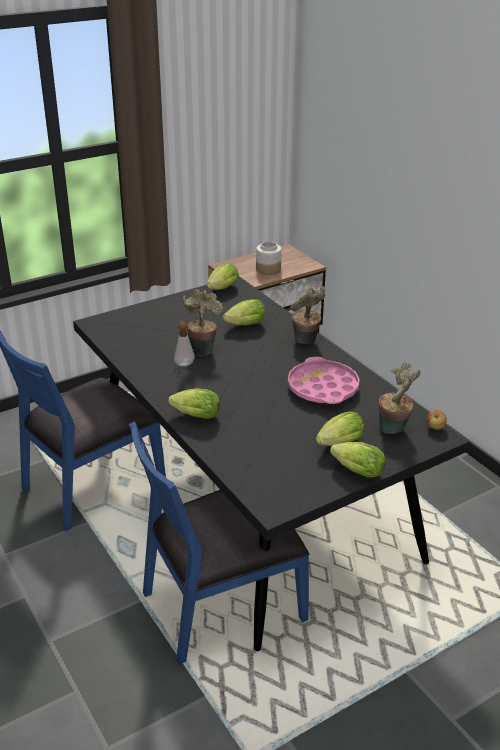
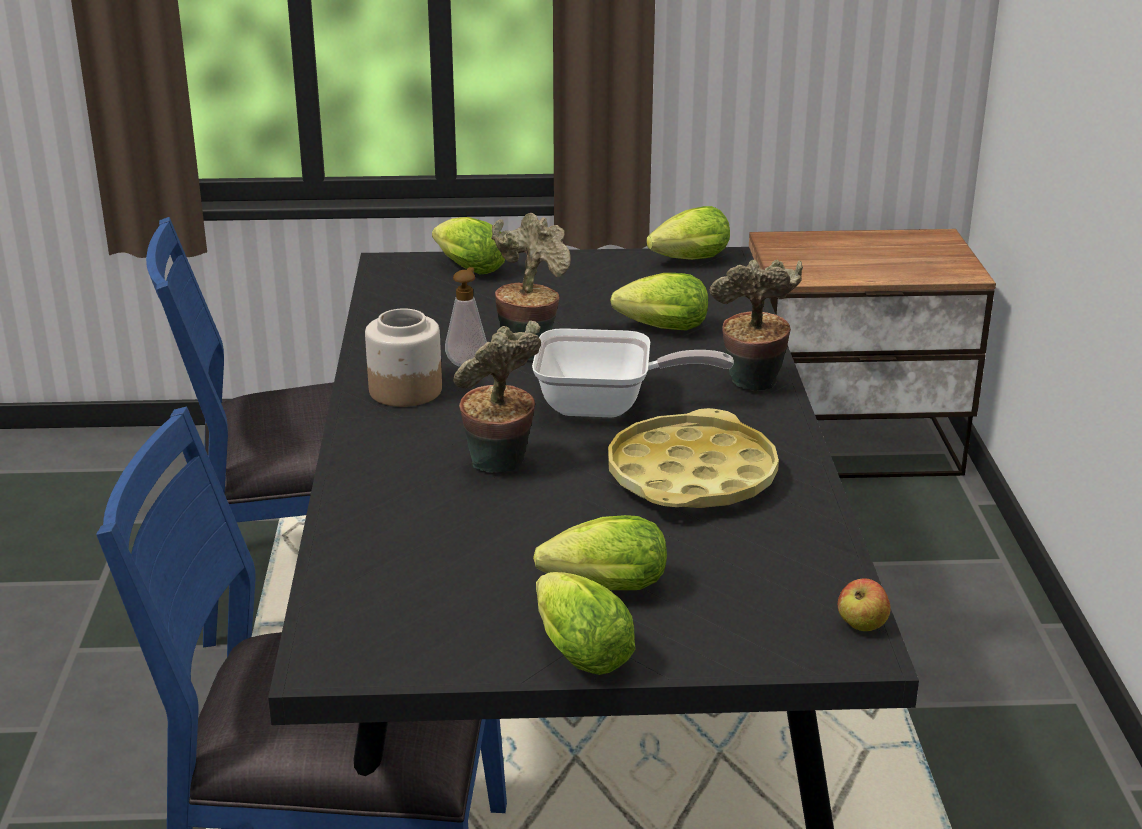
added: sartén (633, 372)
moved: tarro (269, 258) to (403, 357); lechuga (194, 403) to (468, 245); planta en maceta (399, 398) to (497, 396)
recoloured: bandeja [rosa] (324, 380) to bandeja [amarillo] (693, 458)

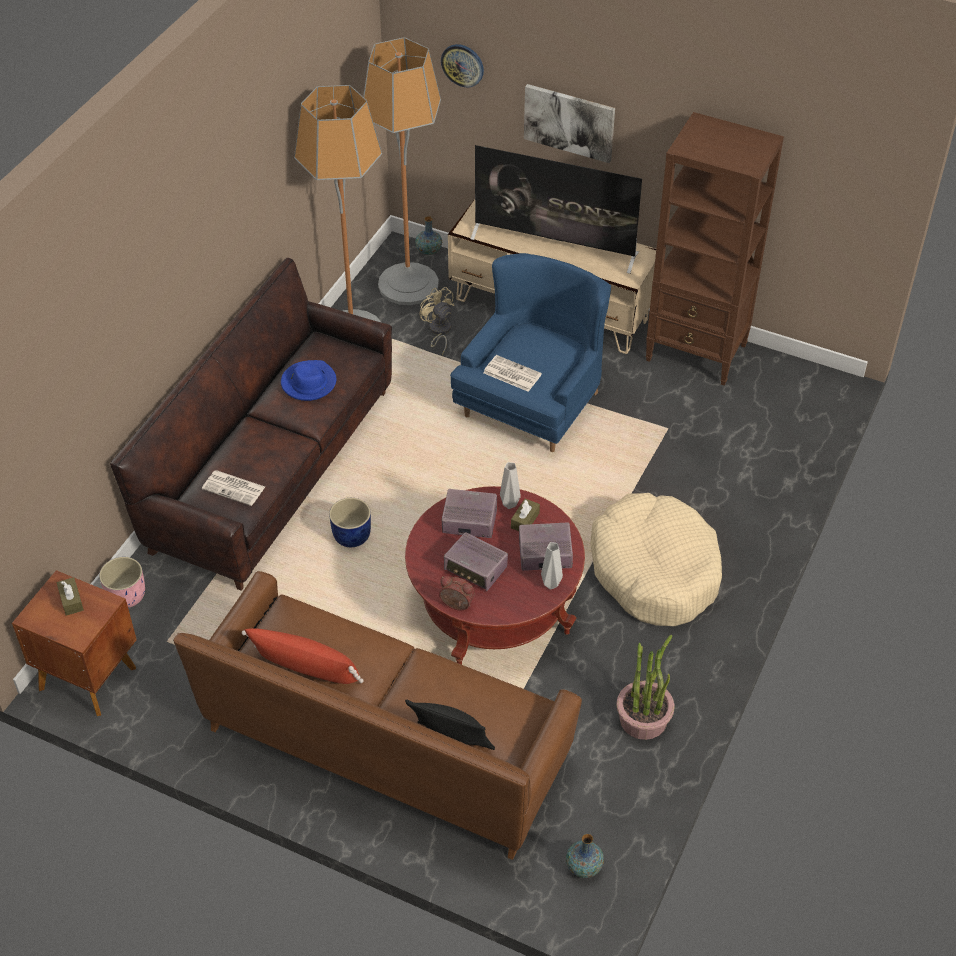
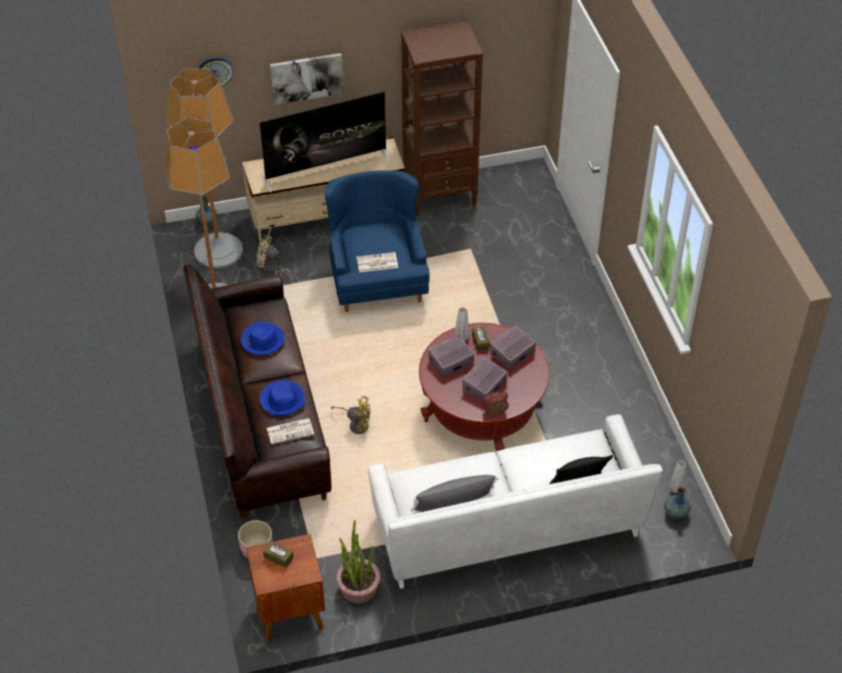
removed: cama para perro [beis] (656, 559)
added: sombrero [azul] (282, 398)
moved: planta en maceta (645, 687) to (358, 562); florero [gris] (552, 565) to (677, 476)
replaced: maceta [azul] (350, 522) to ventilador [amarillo] (351, 415)
recoloured: sofá [marrón] (377, 715) to sofá [blanco] (515, 502); cojín [rojo] (303, 656) to cojín [gris] (455, 493)
turned: radio (476, 561) = (485, 379) 135 degrees clockwise

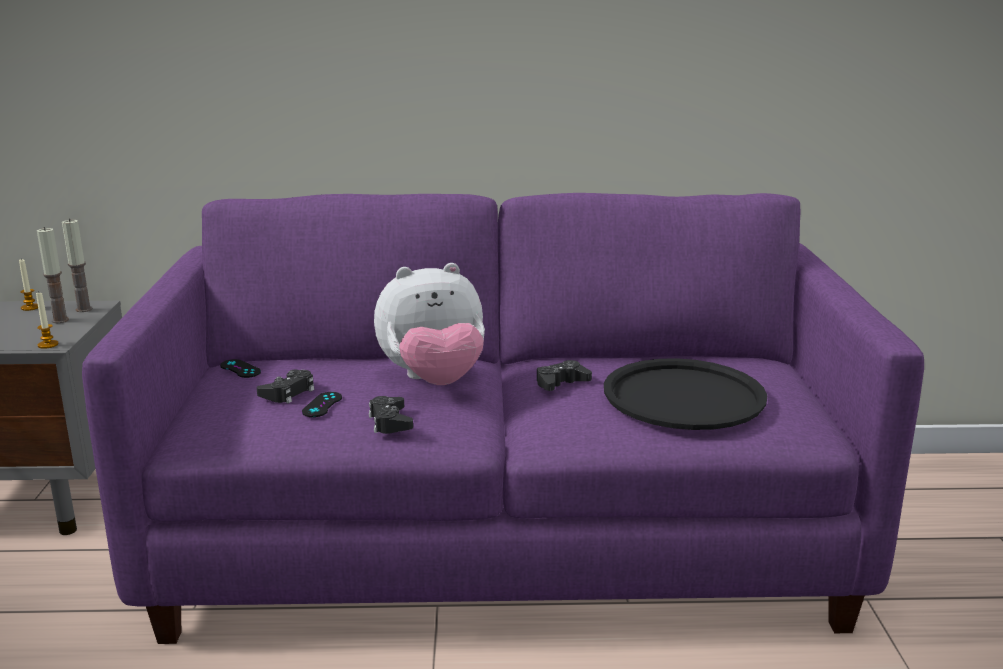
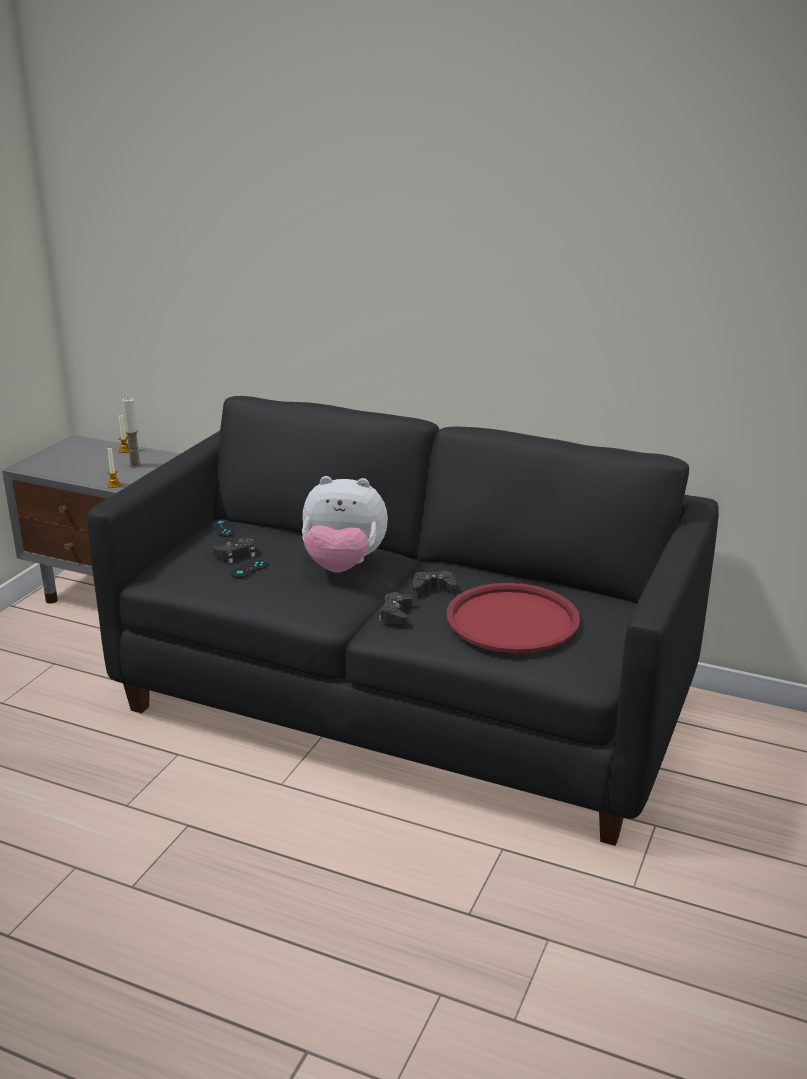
removed: vela (77, 265)
moved: mando de consola [negro] (391, 415) to (396, 608)
recoloured: sofá [morado] (503, 418) to sofá [negro] (403, 621); bandeja [negro] (686, 394) to bandeja [rojo] (513, 618)

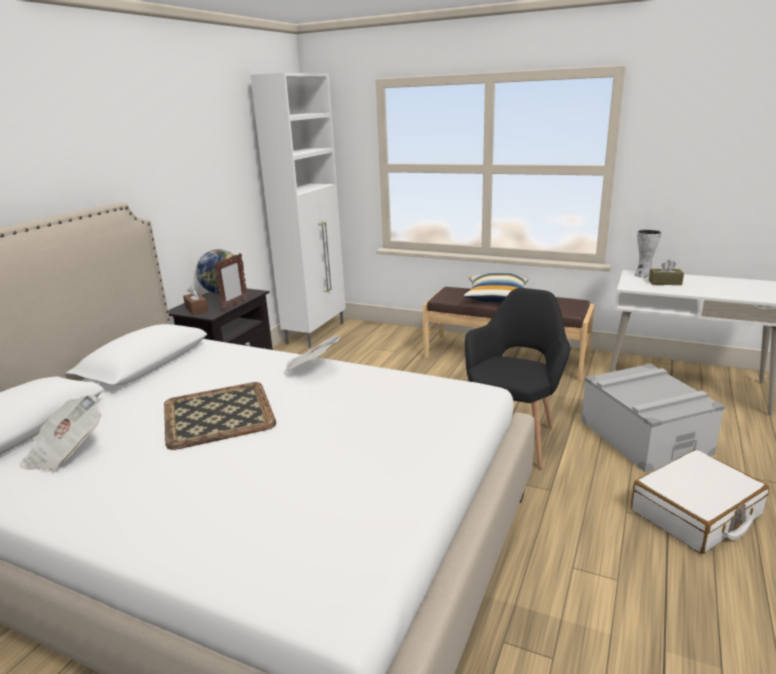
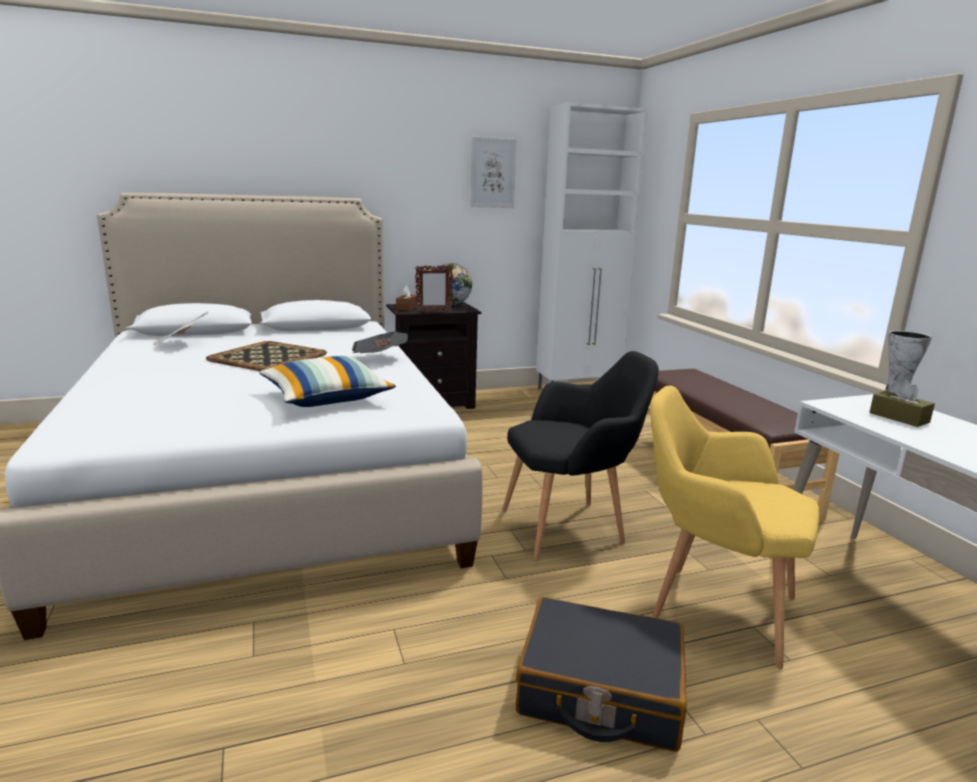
added: cuadro (493, 172)
moved: cojín (496, 287) to (327, 381)
replaced: caja de almacenaje [gris] (653, 418) to sillón [amarillo] (735, 527)
recoloured: maleta [blanco] (700, 501) to maleta [negro] (601, 674)

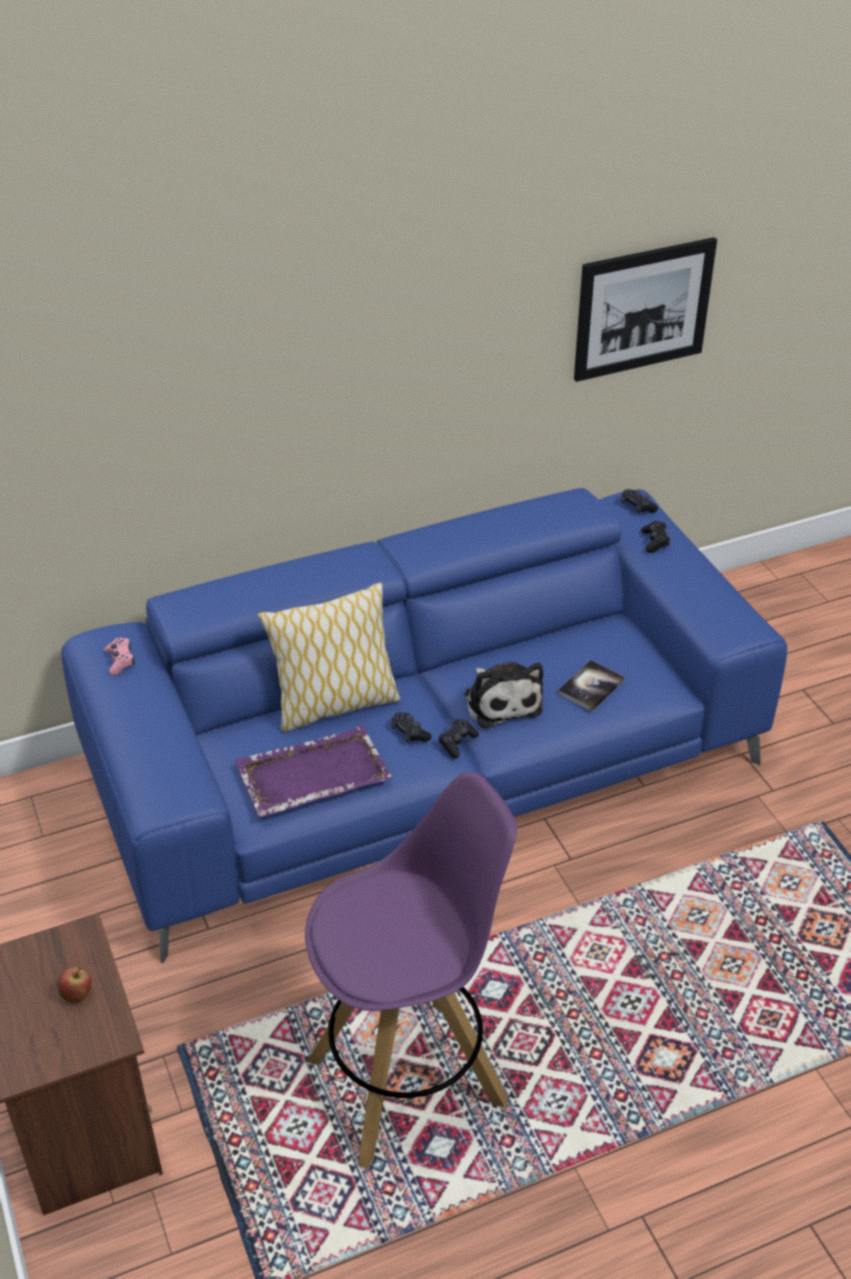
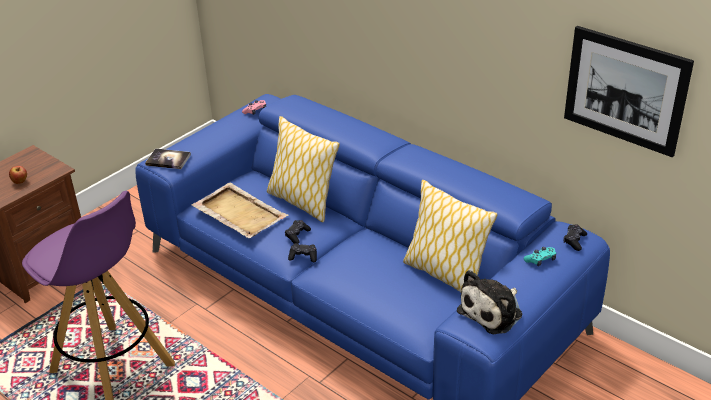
added: cojín (450, 236)
moved: libro (591, 686) to (168, 158); peluche (503, 695) to (489, 302)
recoloured: bandeja [morado] (313, 771) to bandeja [beis] (239, 210); mando de consola [negro] (655, 537) to mando de consola [turquesa] (540, 256)

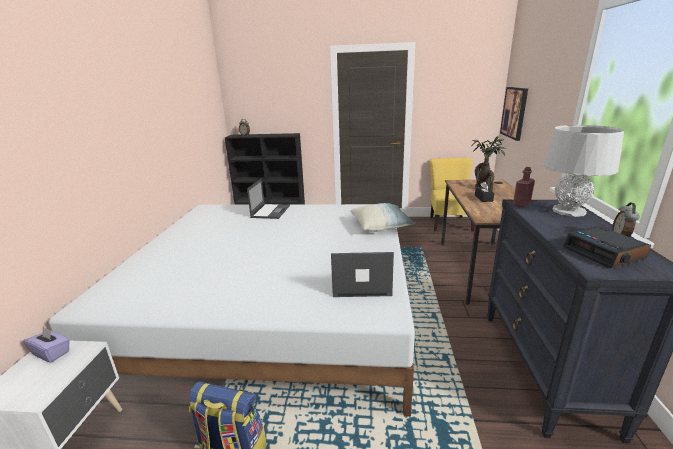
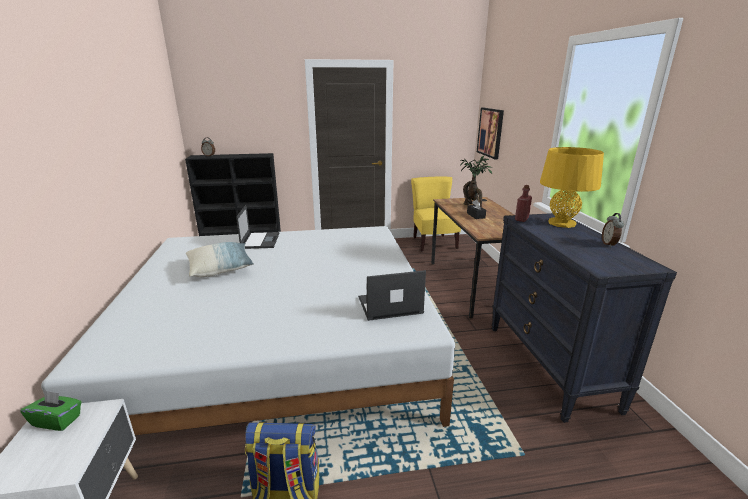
removed: despertador (607, 247)
moved: cojín (382, 217) to (220, 259)
recoloured: caja de pañuelos [morado] (46, 345) to caja de pañuelos [verde] (50, 410); lámpara de mesa [gris] (583, 171) to lámpara de mesa [amarillo] (572, 187)

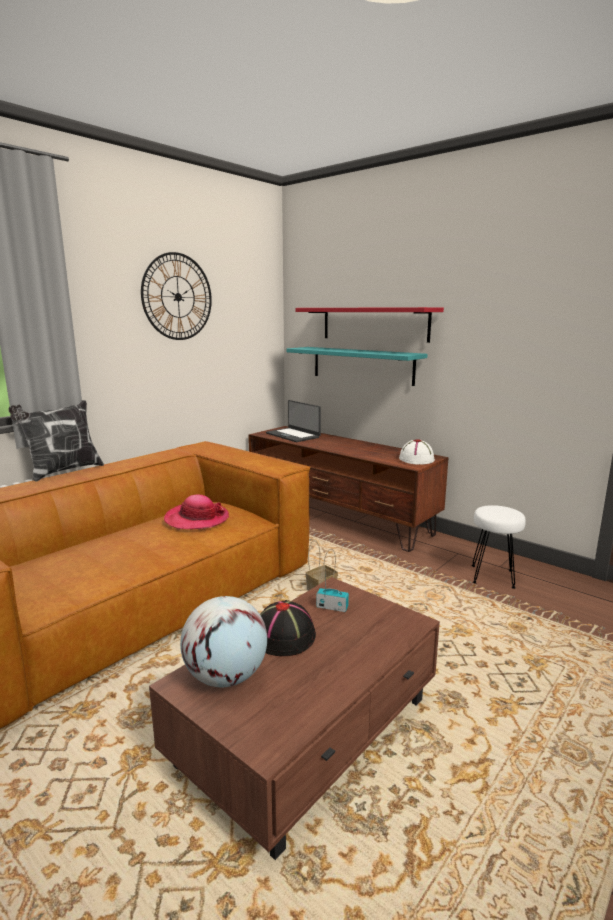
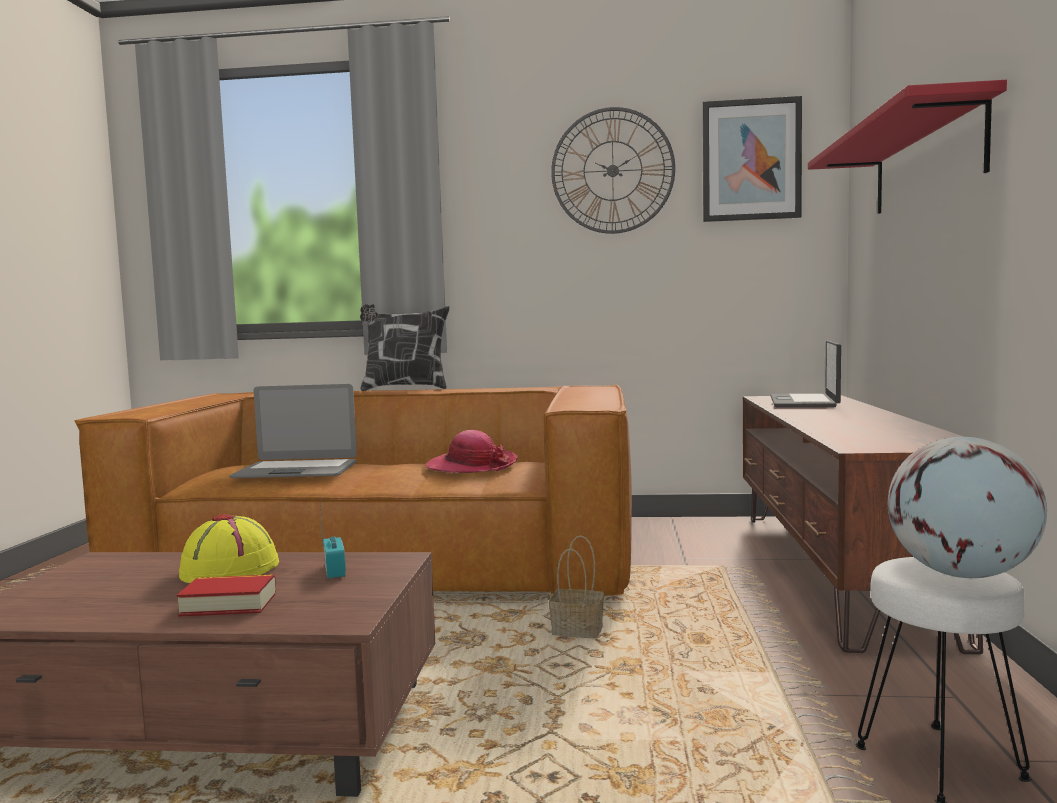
removed: estante [turquesa] (357, 366); sombrero [blanco] (417, 452)
added: libro (226, 595); portátil (293, 431); cuadro (752, 159)
moved: globo terráqueo (223, 641) to (967, 507)
recoloured: sombrero [negro] (288, 628) to sombrero [amarillo] (229, 548)

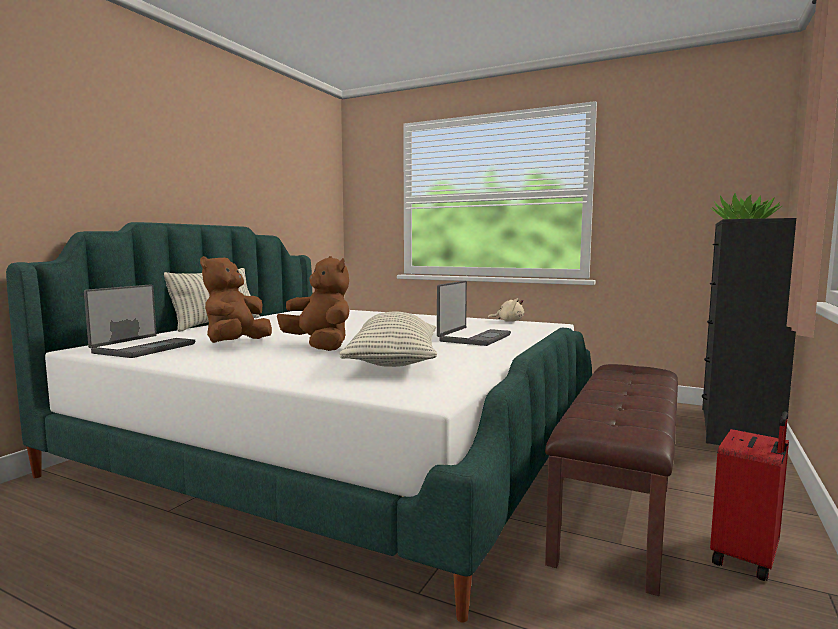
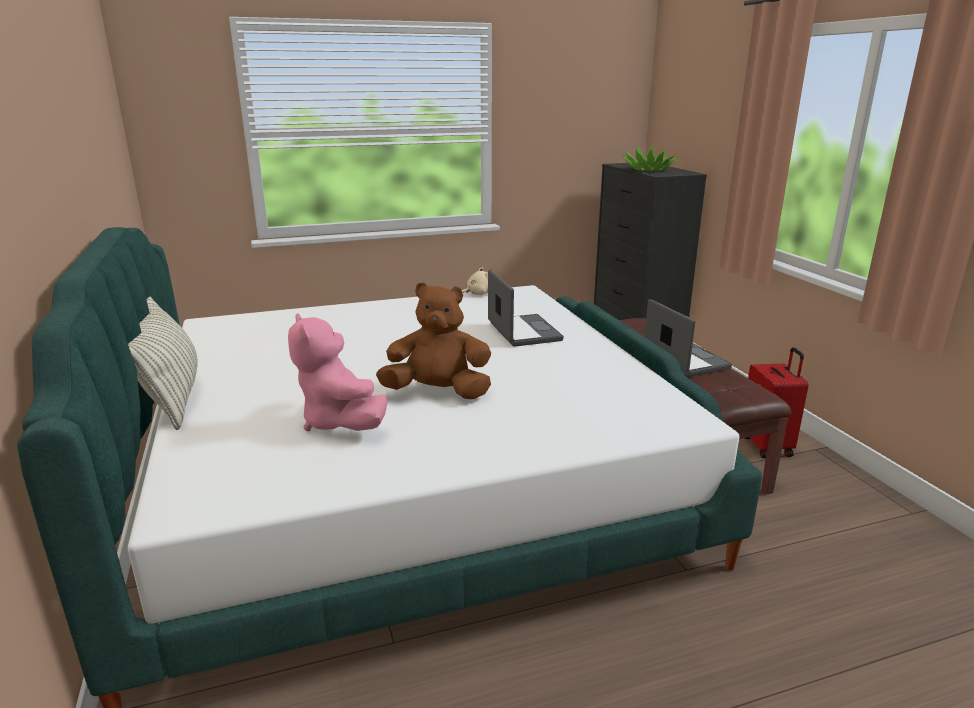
removed: cojín (388, 339)
moved: portátil (139, 321) to (688, 338)
recoloured: peluche [marrón] (236, 299) to peluche [rosa] (337, 372)

